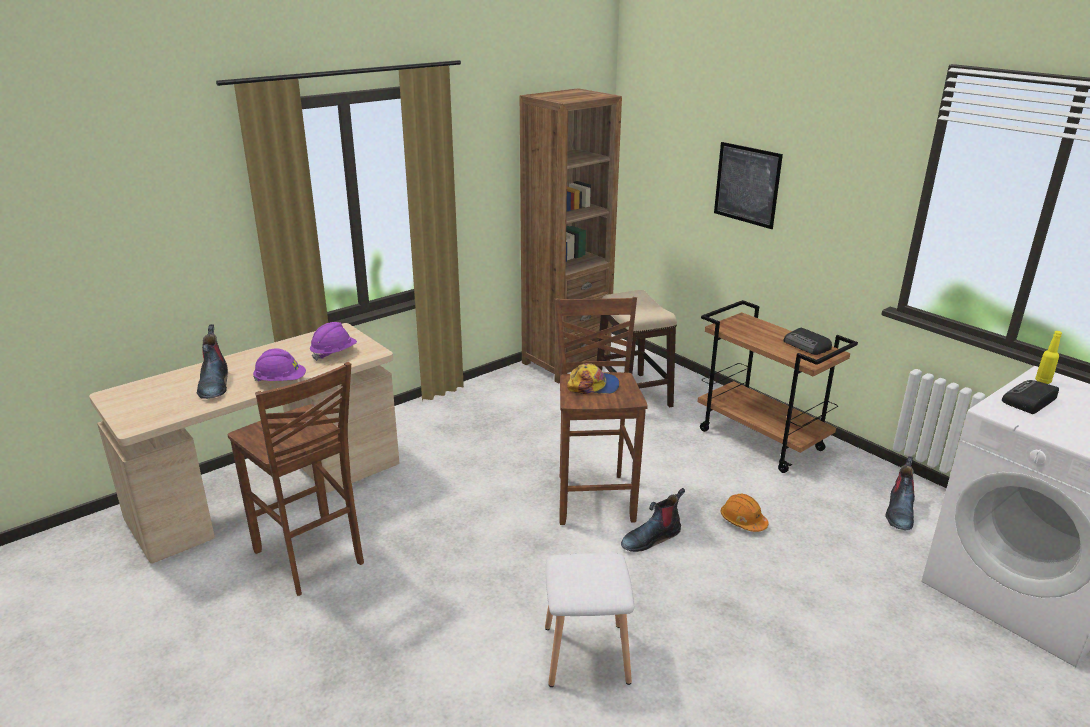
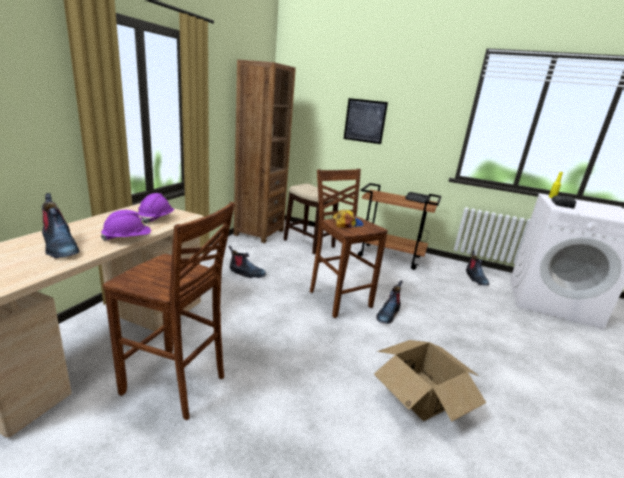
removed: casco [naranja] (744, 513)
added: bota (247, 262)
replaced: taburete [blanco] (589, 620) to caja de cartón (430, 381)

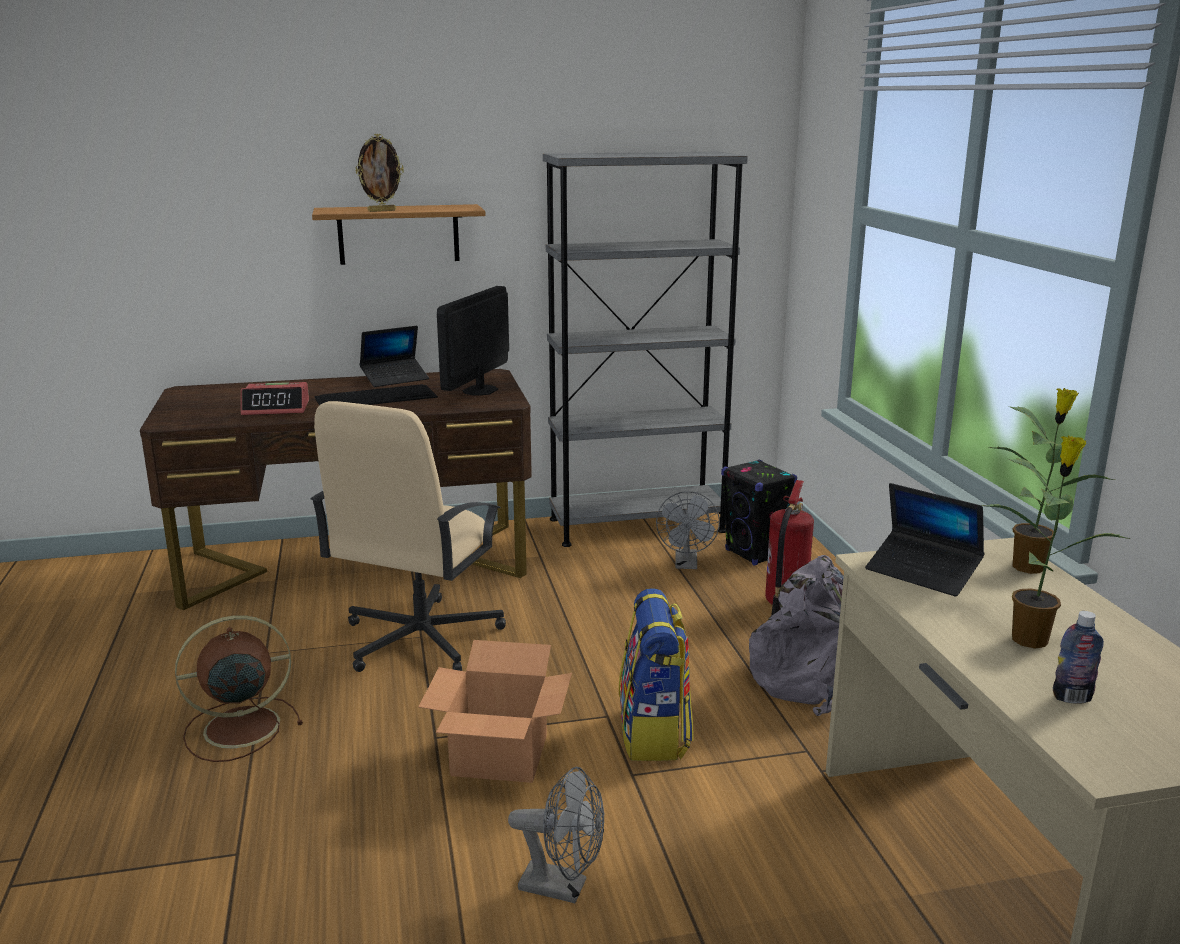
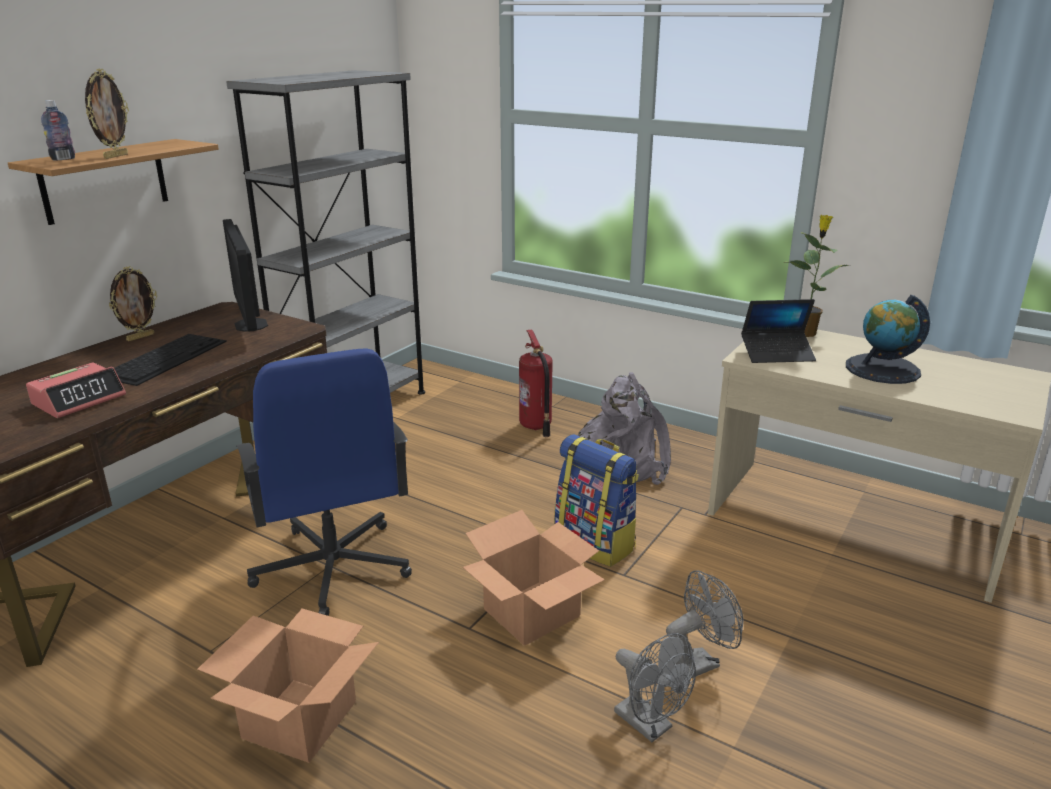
removed: altavoz [negro] (759, 512)
moved: botella (1078, 657) to (58, 130); ventilador [gris] (688, 530) to (655, 687)
replaced: portátil (394, 356) to portarretratos (133, 303); ventilador [marrón] (239, 688) to caja de cartón (288, 685); planta en maceta (1056, 542) to globo terráqueo (888, 339)
recoloured: silla de oficina [beis] (408, 536) to silla de oficina [azul] (324, 482)

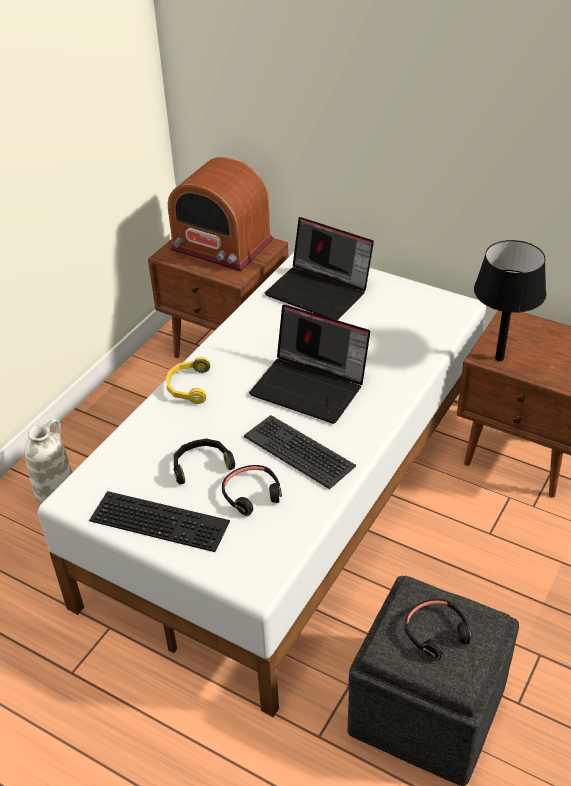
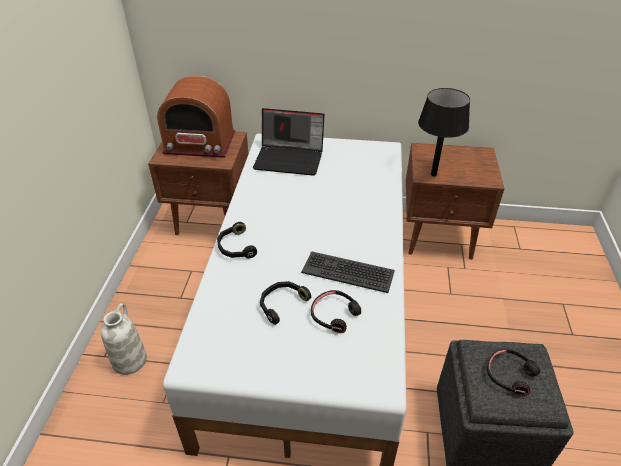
removed: teclado (159, 521); portátil (309, 364)
recoloured: auriculares [amarillo] (188, 380) to auriculares [negro] (237, 240)

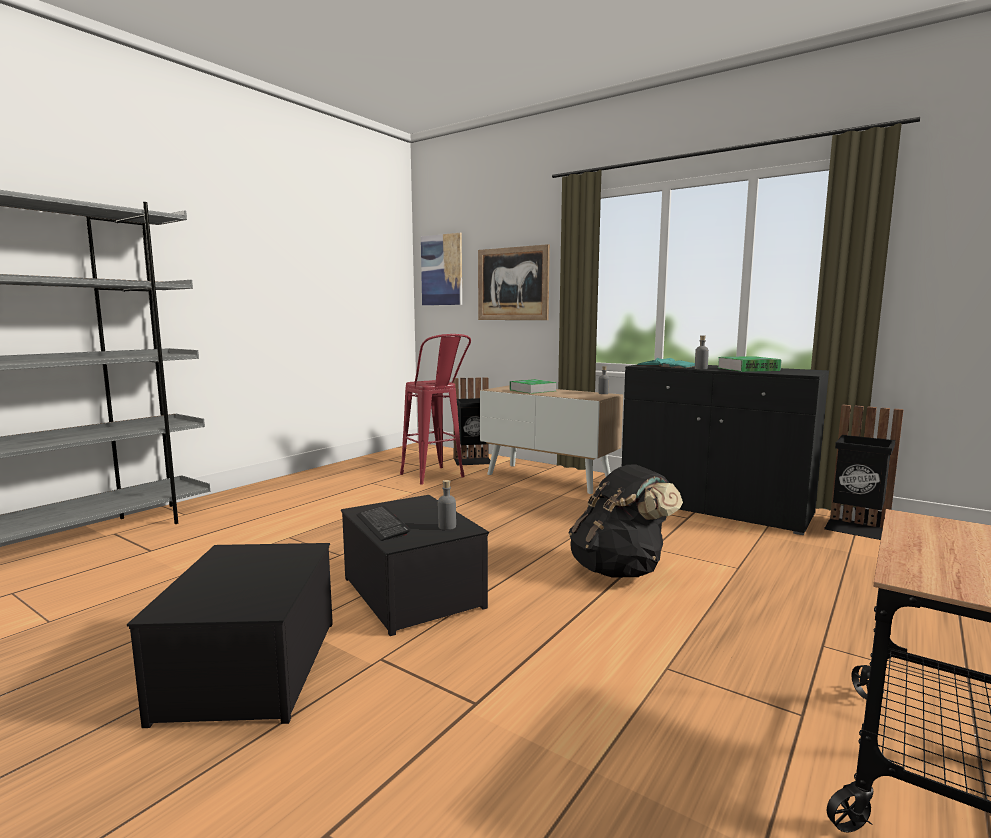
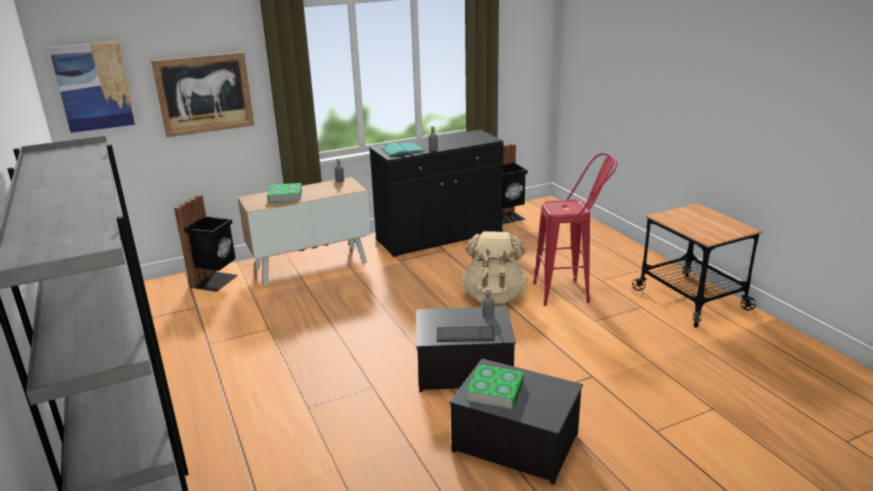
moved: libro (749, 364) to (495, 387); taburete [rojo] (435, 409) to (575, 229)
recoloured: mochila [negro] (625, 521) to mochila [beis] (494, 267)

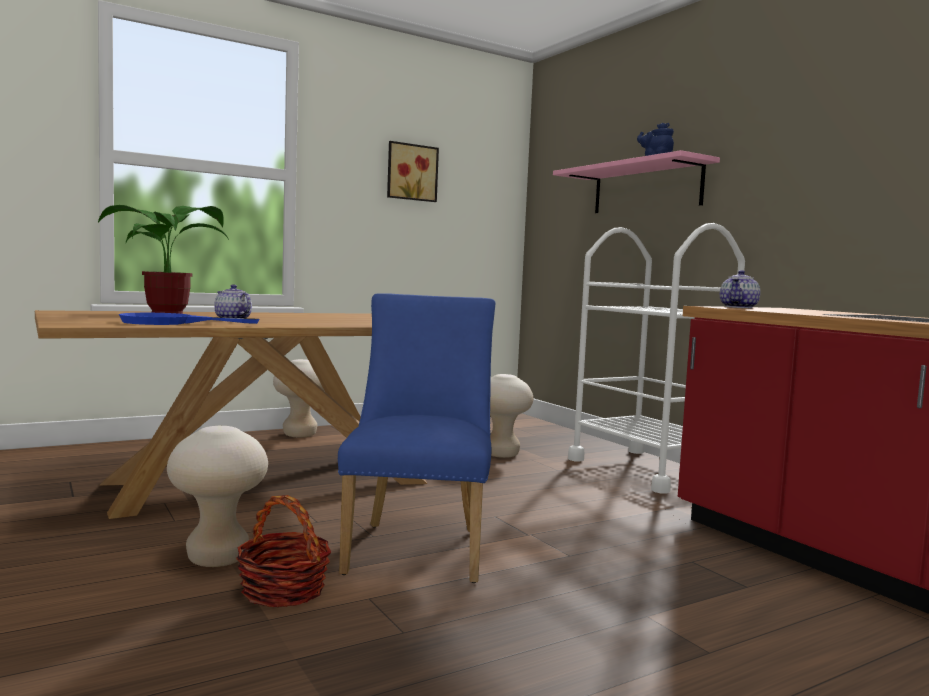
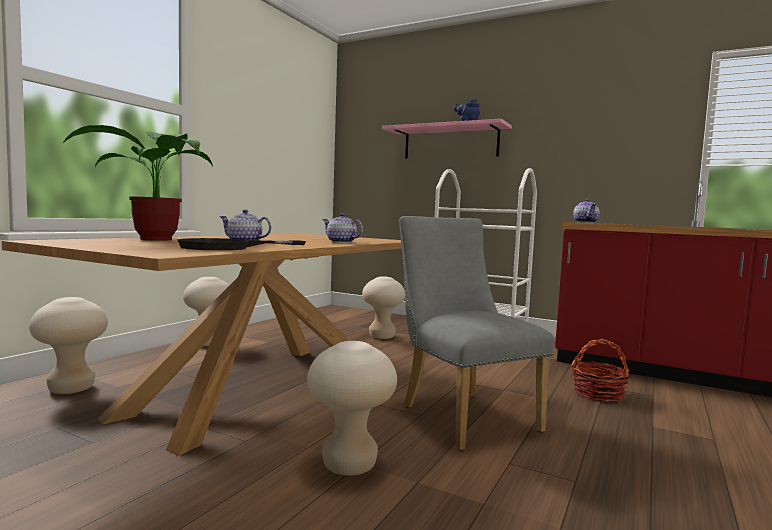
removed: cuadro (413, 171)
added: taburete [beis] (68, 345); tetera (342, 228)
moved: cesta (283, 551) to (600, 370)
recoloured: sartén [azul] (189, 319) to sartén [negro] (241, 244); silla [azul] (417, 438) to silla [gris] (477, 333)

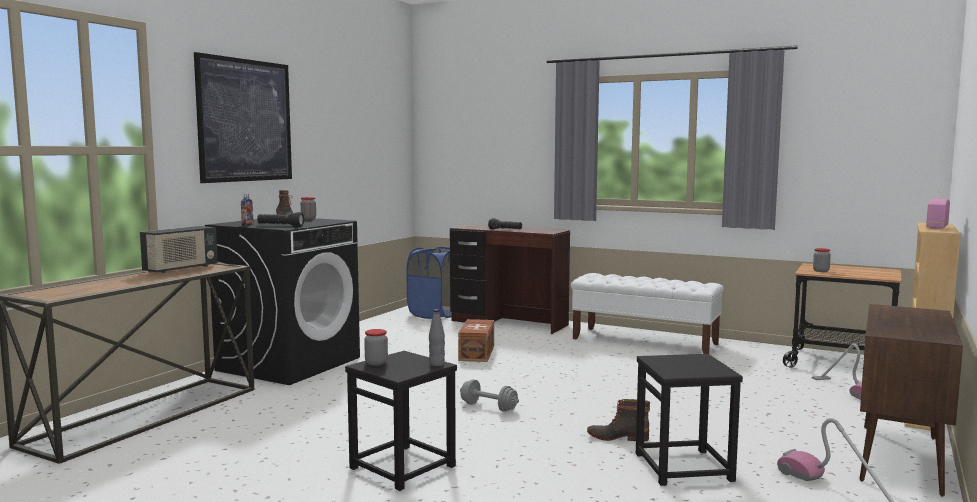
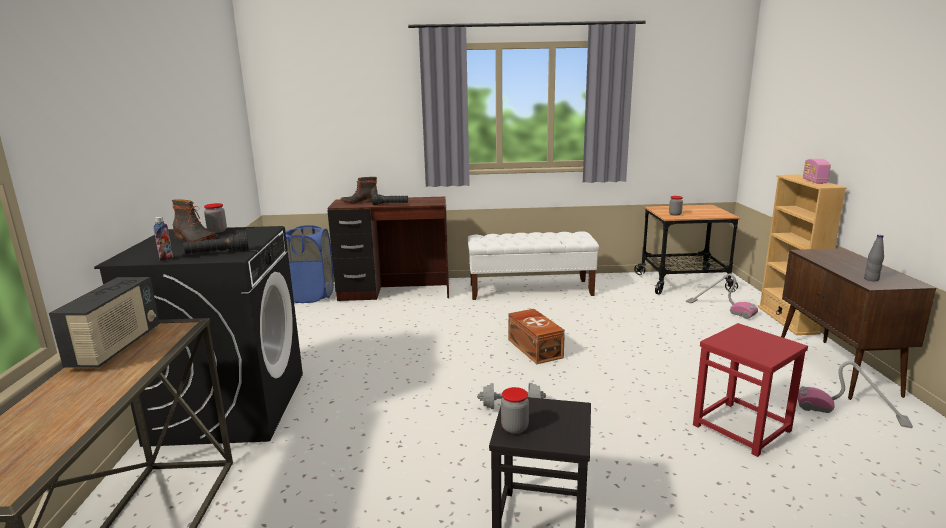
removed: cuadro (243, 117)
moved: bota (618, 420) to (359, 190); caja de almacenaje [marrón] (476, 340) to (536, 336); botella [gris] (437, 337) to (874, 258)
recoloured: taburete [negro] (689, 420) to taburete [rojo] (750, 390)

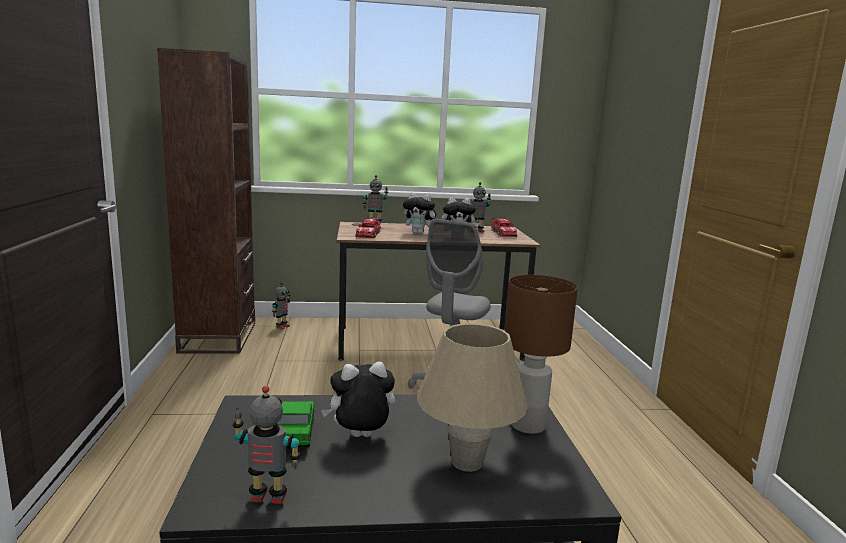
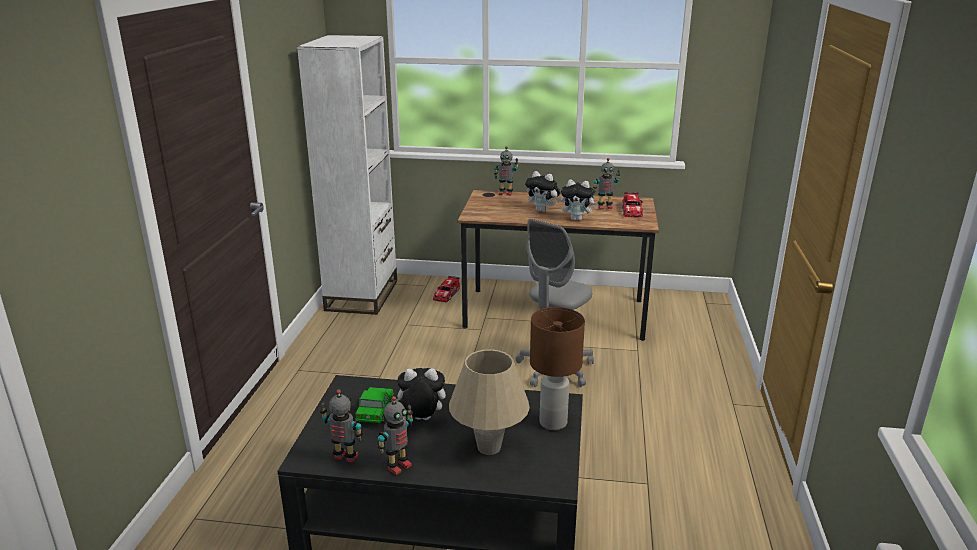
moved: robot de juguete (281, 306) to (395, 435); coche de juguete (368, 227) to (446, 289)
recoloured: estantería [marrón] (206, 201) to estantería [blanco] (347, 175)

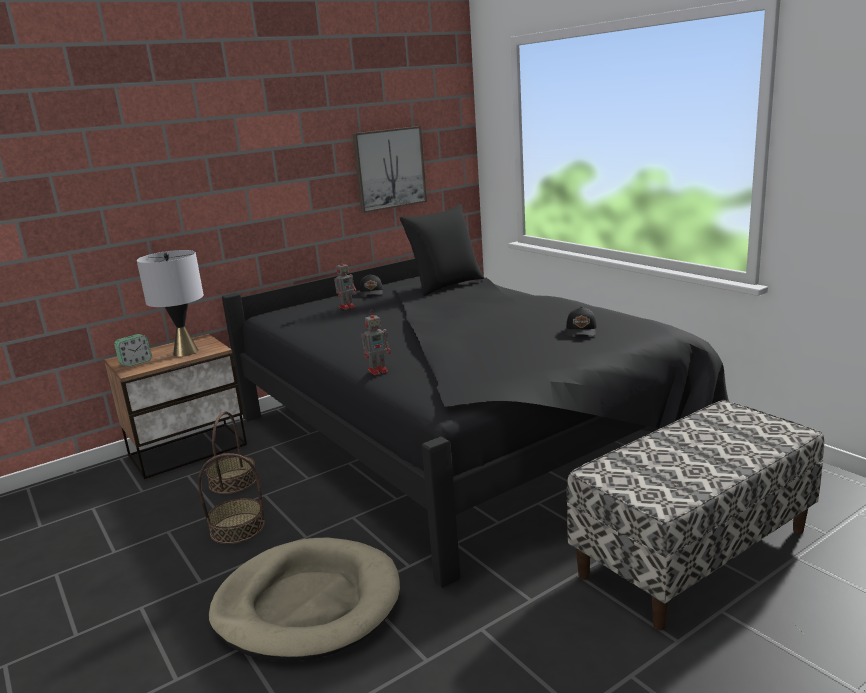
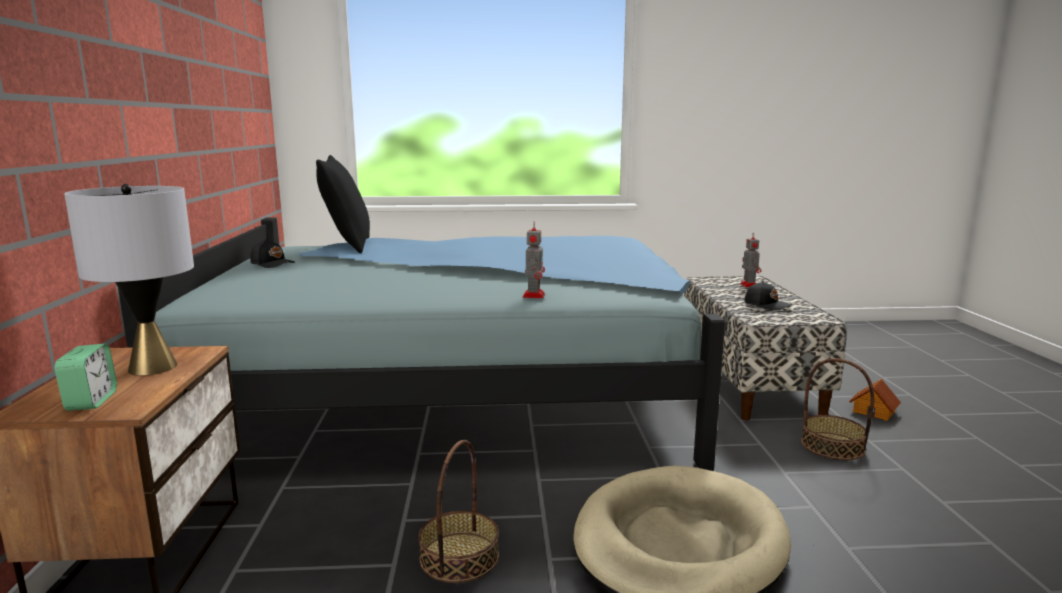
removed: cuadro (390, 169)
added: casita (875, 400)
moved: robot de juguete (345, 284) to (751, 261); gorra [negro] (581, 321) to (768, 295); cesta (231, 453) to (837, 409)
recoloured: cama [negro] (475, 423) to cama [azul] (421, 344)

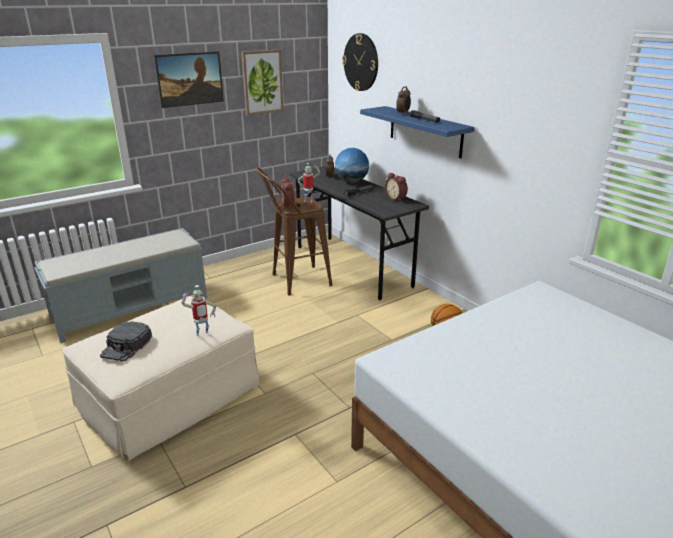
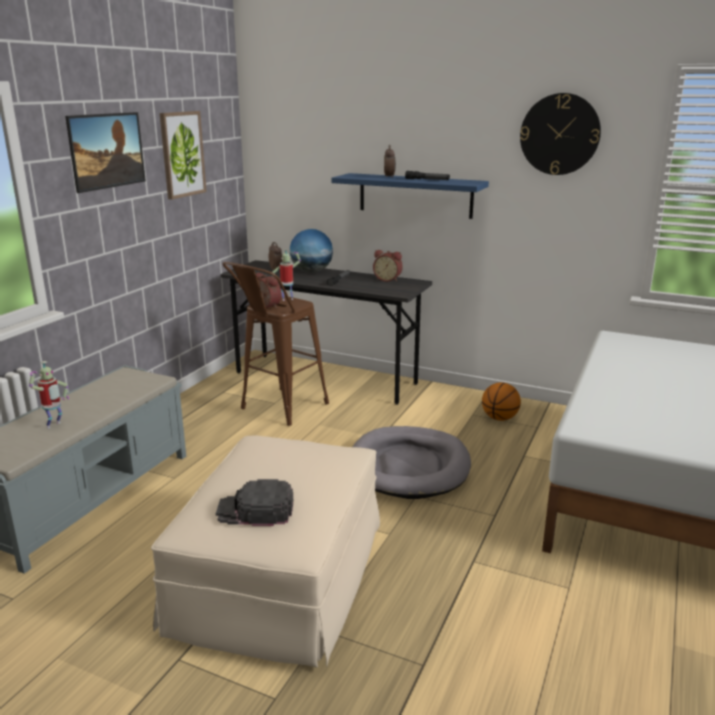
added: cama para perro [gris] (412, 462)
moved: robot de juguete (198, 310) to (49, 395); reloj de pared (360, 62) to (560, 134)
turned: gorra [negro] (126, 341) = (254, 502) 105 degrees clockwise

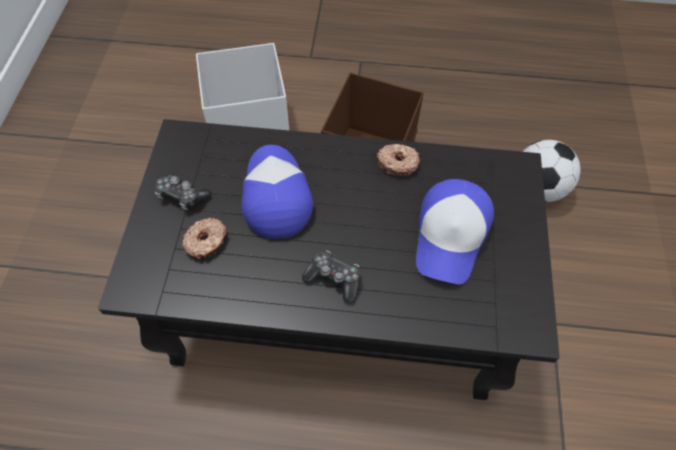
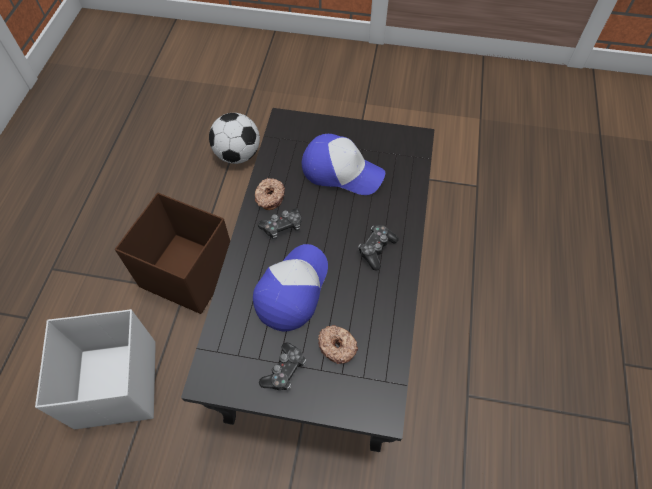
added: mando de consola (279, 224)
turned: gorra (277, 192) = (290, 288) 120 degrees clockwise

